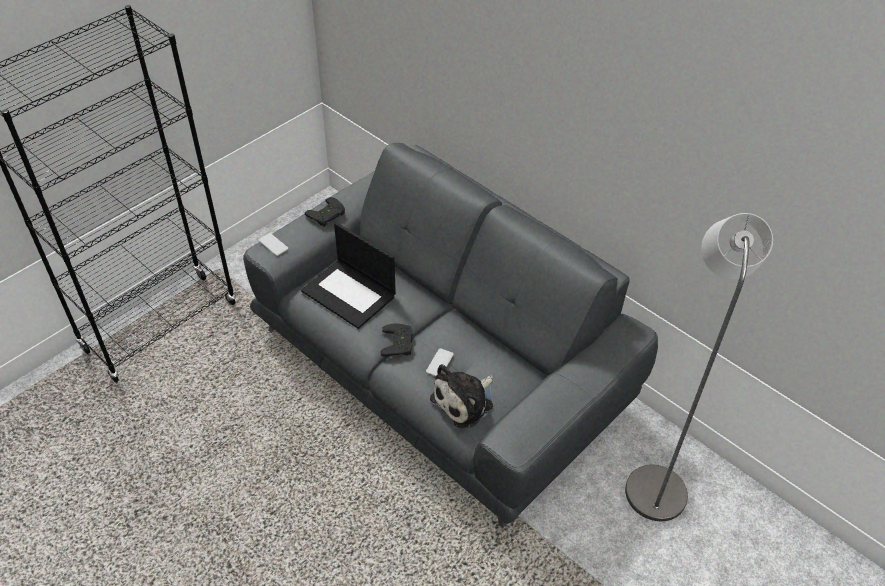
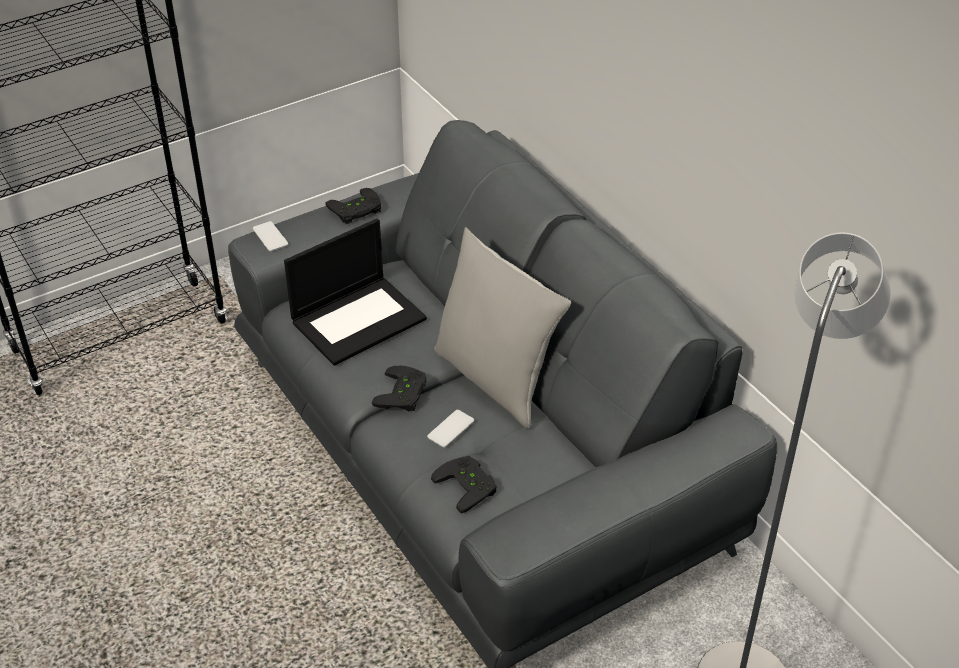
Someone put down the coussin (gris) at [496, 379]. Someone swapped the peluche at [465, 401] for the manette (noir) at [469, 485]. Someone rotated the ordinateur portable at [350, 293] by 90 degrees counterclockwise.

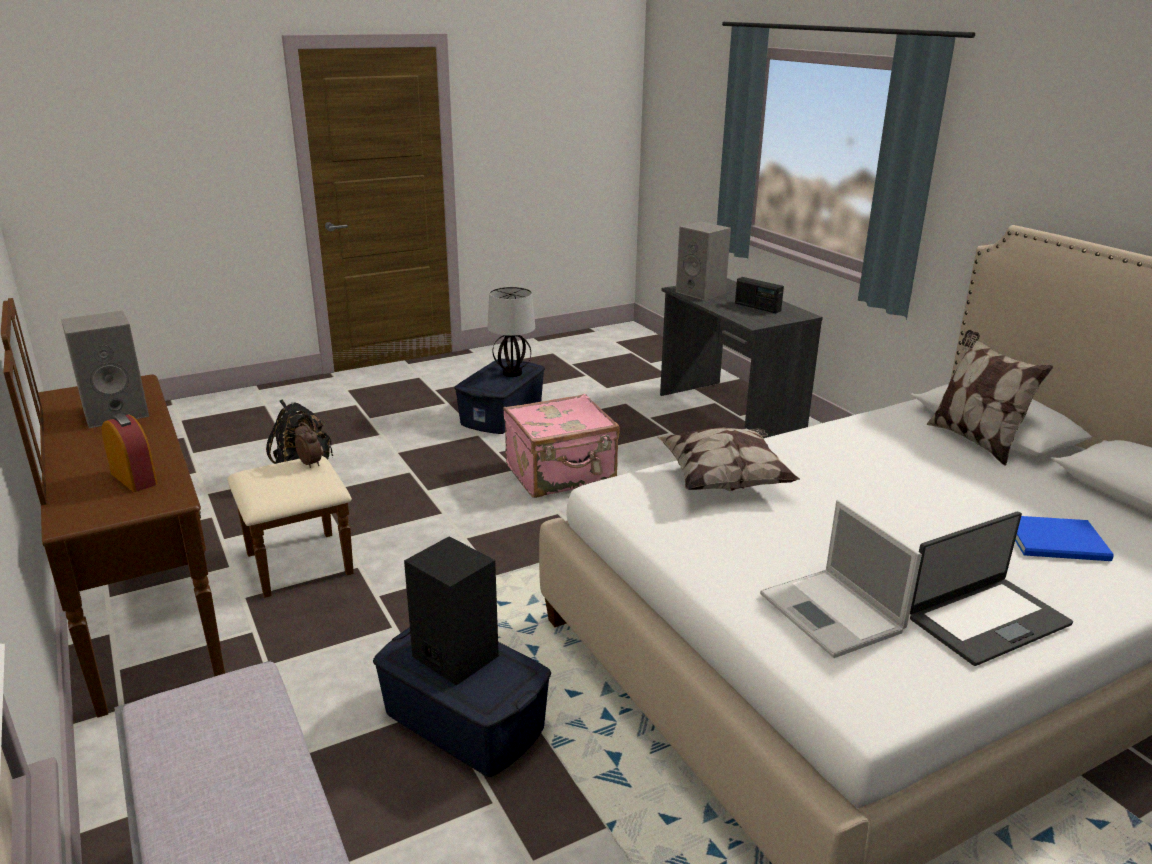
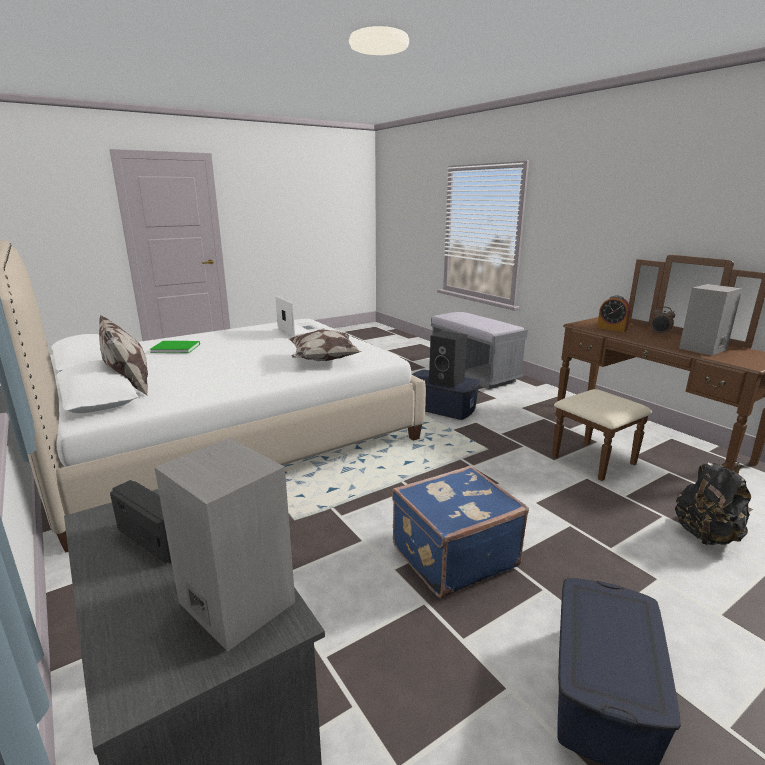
Someone took away the lampe de table at [512, 373]. Someone took away the ordinateur portable at [986, 620]. Someone carried the réveil from [310, 463] to [659, 334]. Someone repainted the valise (rose) at [561, 475], which became the valise (bleu) at [452, 555]. Someone repainted the livre (bleu) at [1059, 542], which became the livre (vert) at [175, 348].

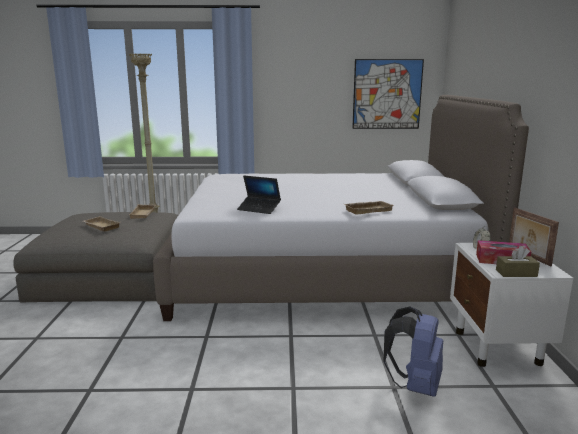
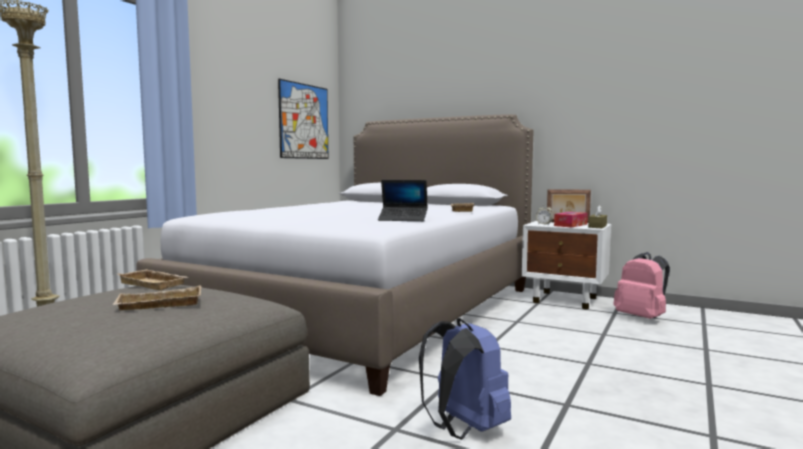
Someone put down the sac à dos (rose) at [642, 318]. Someone carried the sac à dos (bleu) from [415, 385] to [463, 429]. Someone rotated the ordinateur portable at [259, 209] by 45 degrees clockwise.

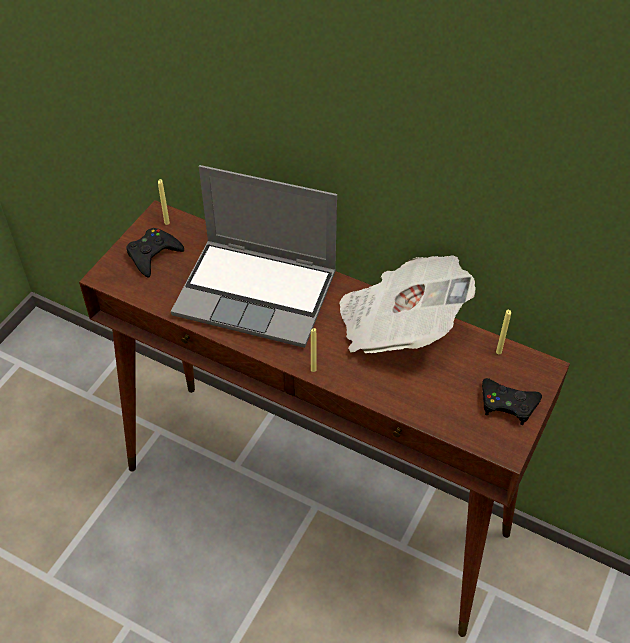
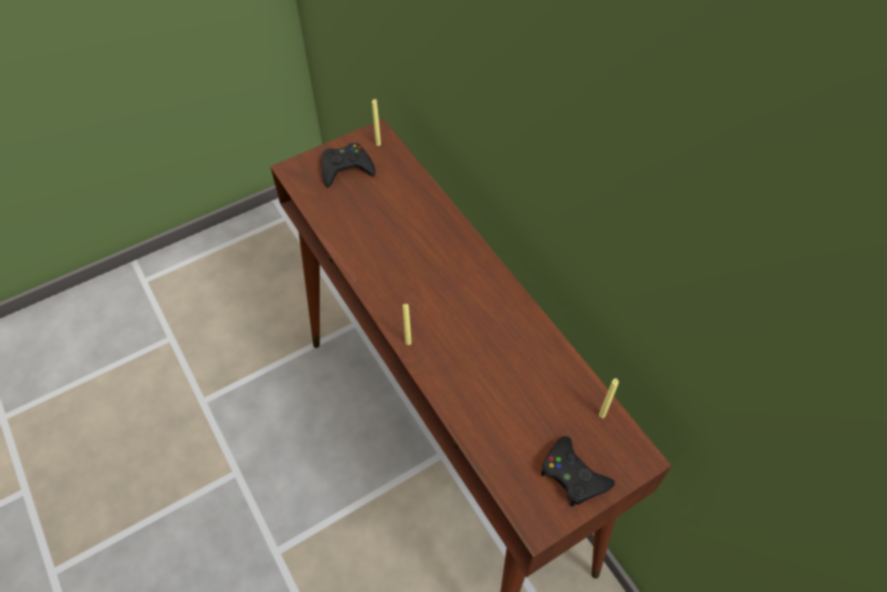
Someone took away the ordinateur portable at [258, 293]. Someone took away the journal at [398, 325].

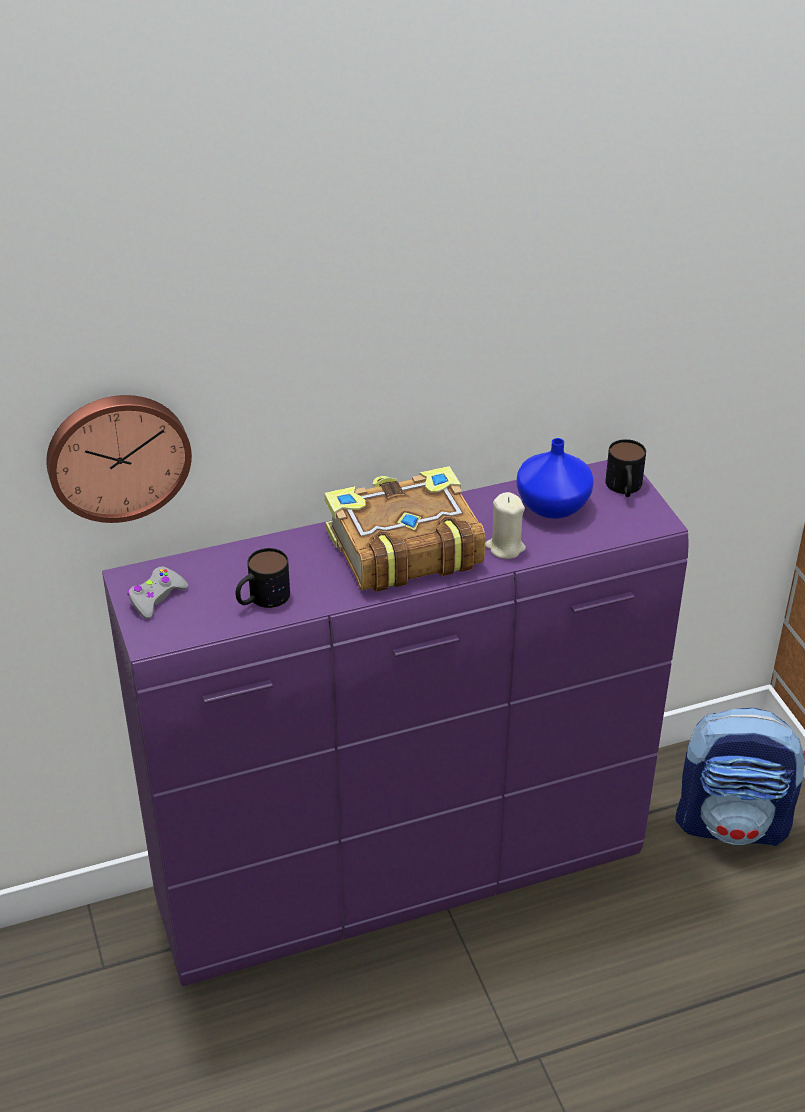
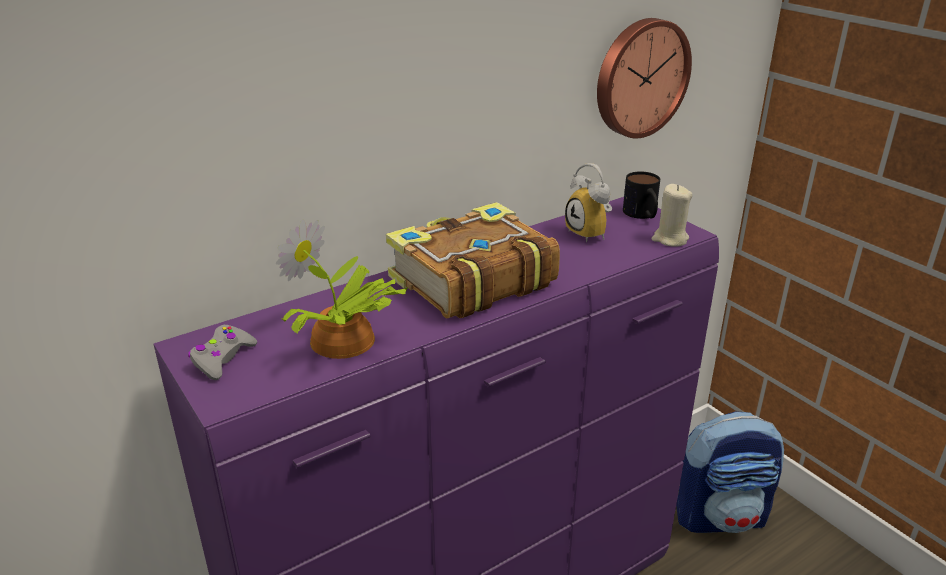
Someone carried the horloge murale from [118, 455] to [640, 77]. Someone carried the bougie (beige) from [505, 547] to [670, 239]. Someone swapped the mug at [262, 599] for the plante en pot at [343, 342]. Someone swapped the vase (bleu) at [554, 506] for the réveil at [592, 233].

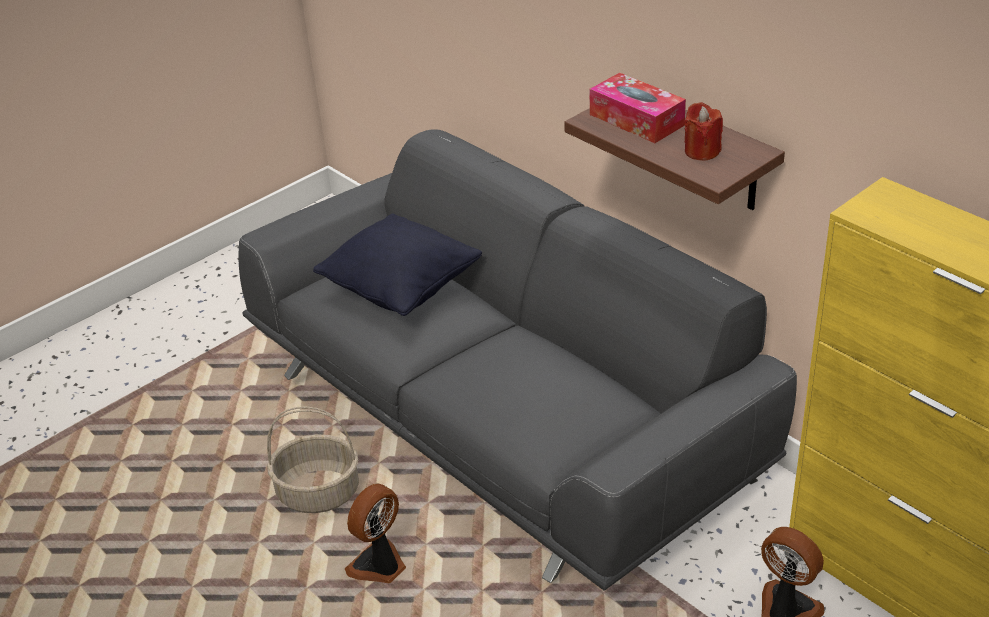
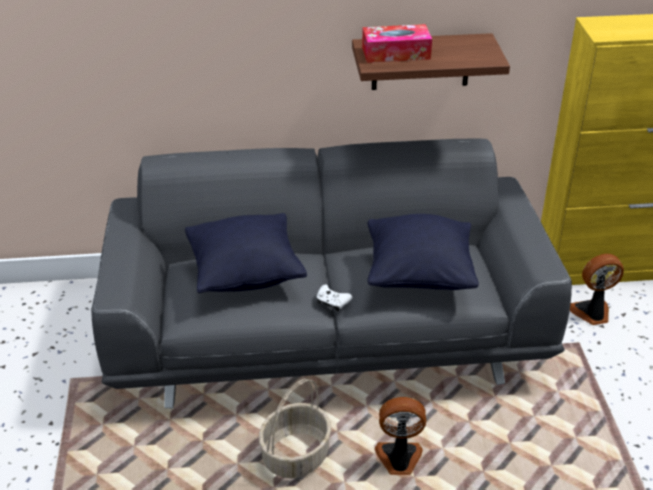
Someone took away the bougie (rouge) at [701, 151]. Someone put down the manette (blanc) at [332, 302]. Someone put down the coussin (noir) at [419, 275]. Someone rotated the ventilateur at [379, 565] by 105 degrees clockwise.

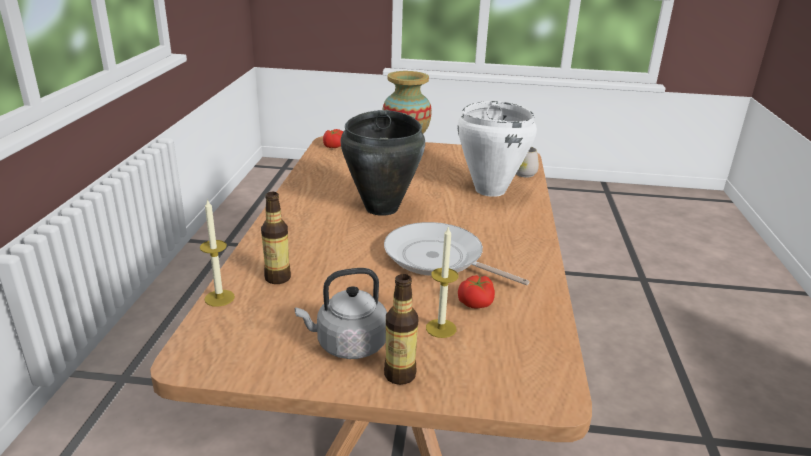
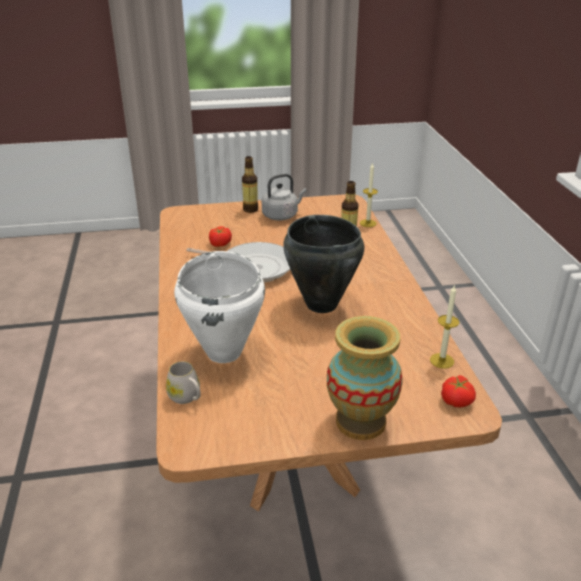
Someone carried the bougie from [441, 328] to [442, 360].

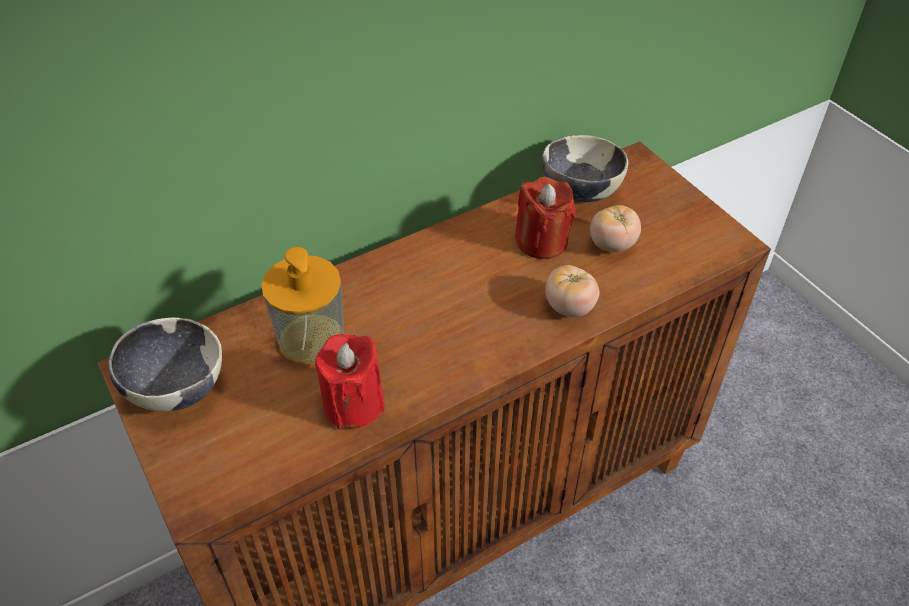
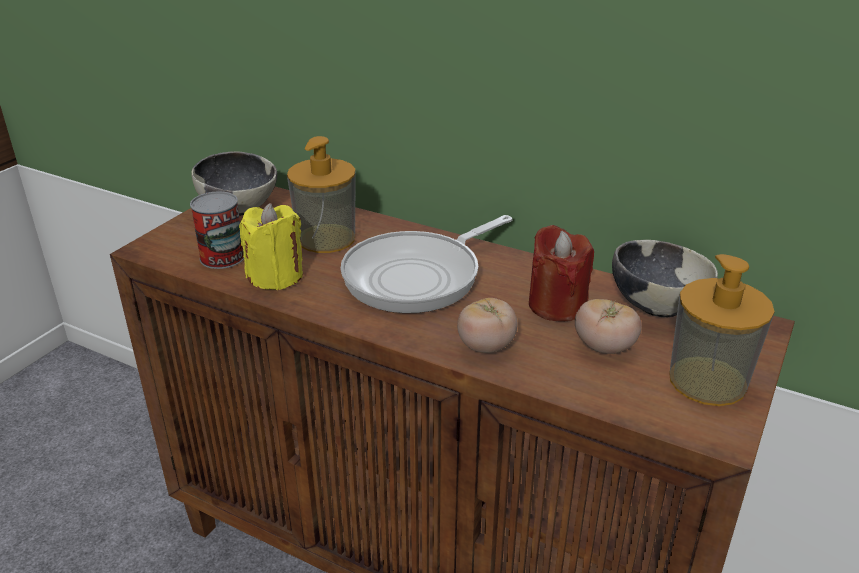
Someone put down the boîte métallique at [222, 257]. Someone put down the poêle at [418, 276]. Someone put down the distributeur de savon at [707, 381]. Someone repainted the bougie (rouge) at [353, 404], which became the bougie (jaune) at [276, 276].

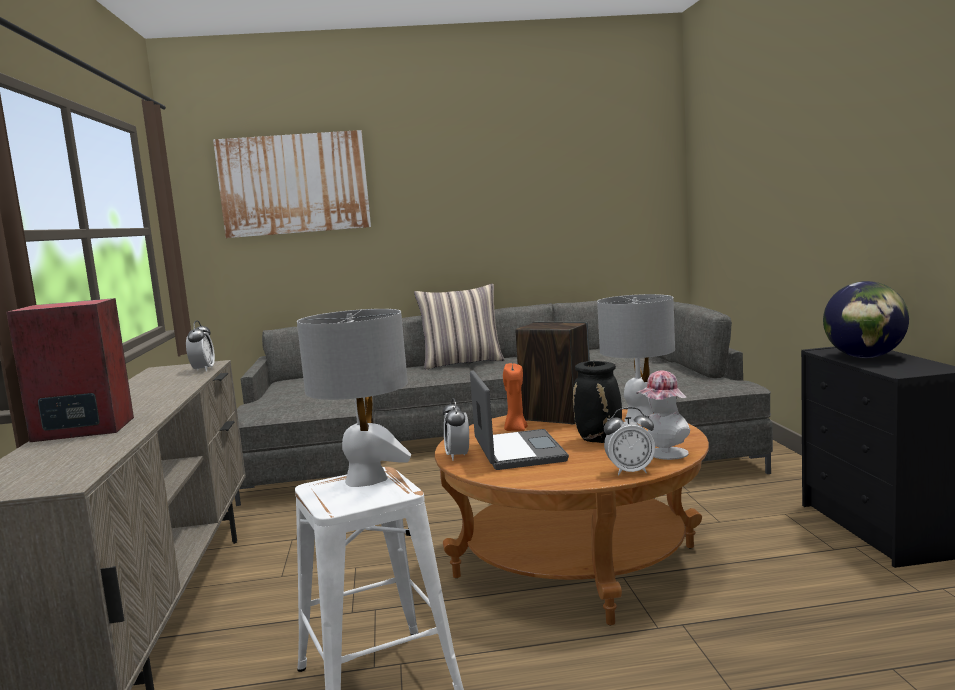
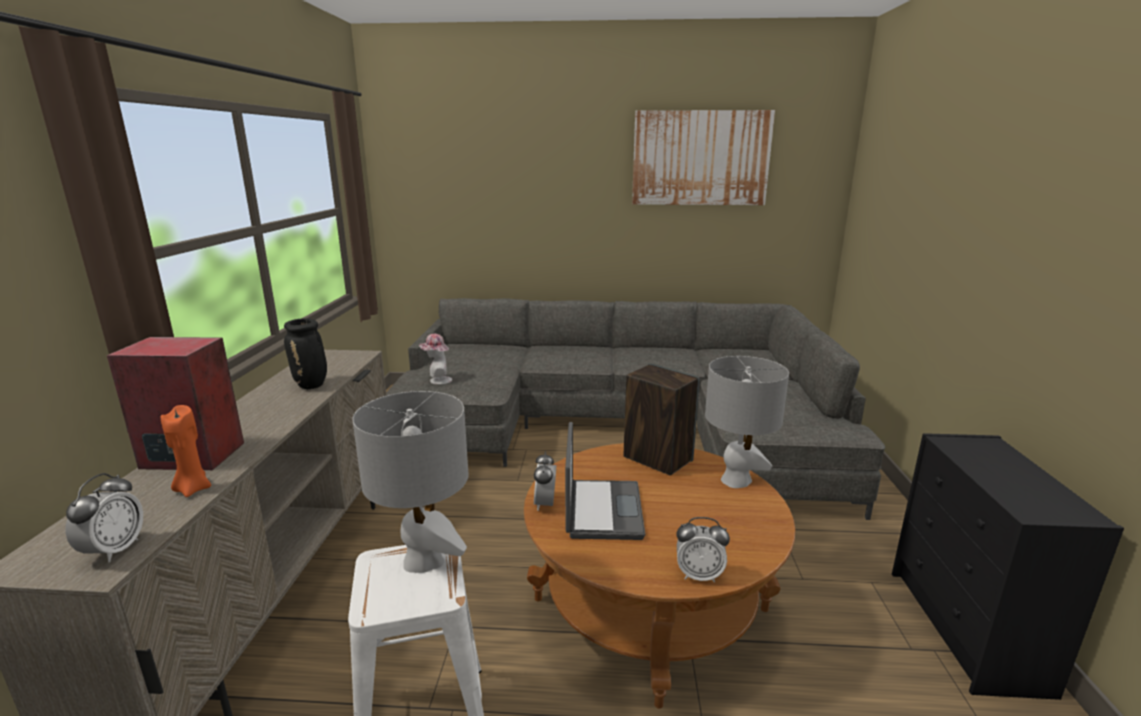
Someone took away the coussin at [462, 363]. Someone took away the globe at [865, 357]. Someone carried the réveil from [203, 370] to [114, 550]. Someone carried the tableau from [294, 184] to [700, 158]. Someone carried the bougie (orange) from [515, 429] to [193, 489]. Someone carried the vase (noir) from [600, 440] to [312, 385]. Someone carried the chapeau from [664, 454] to [437, 380].

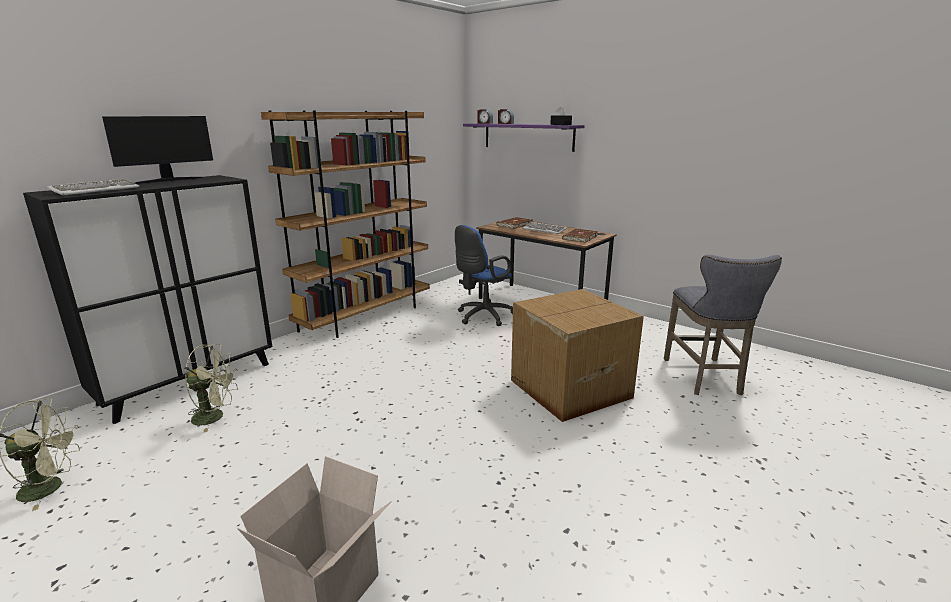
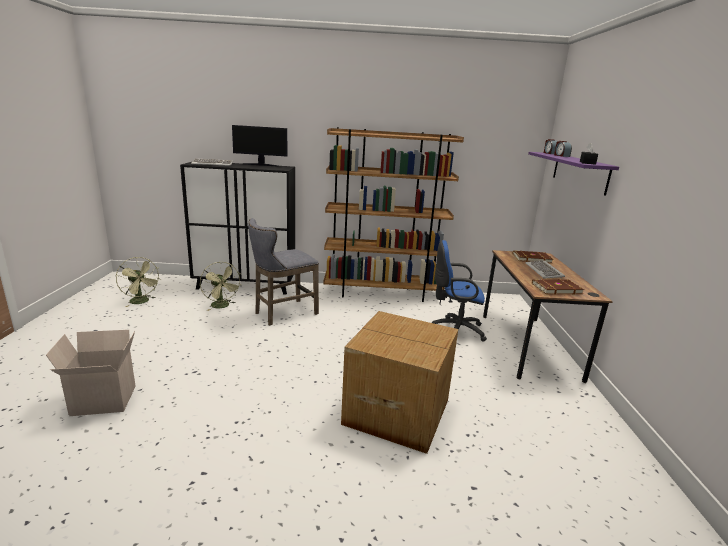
Someone carried the tabouret (gris) from [705, 378] to [282, 313].

